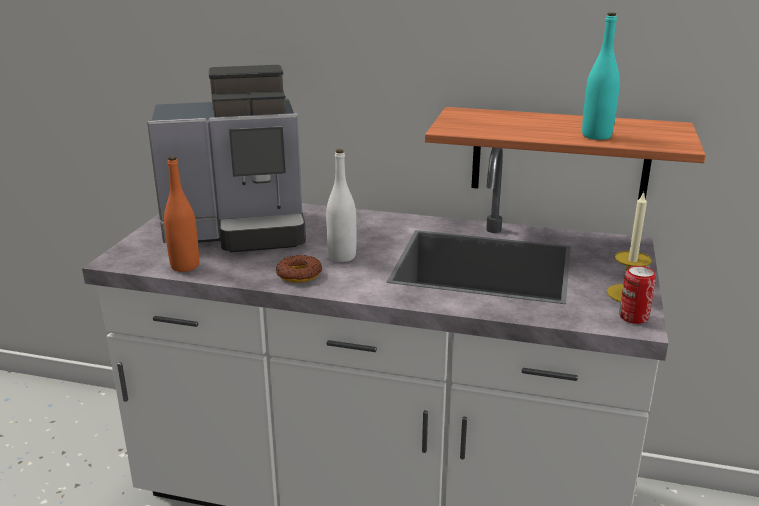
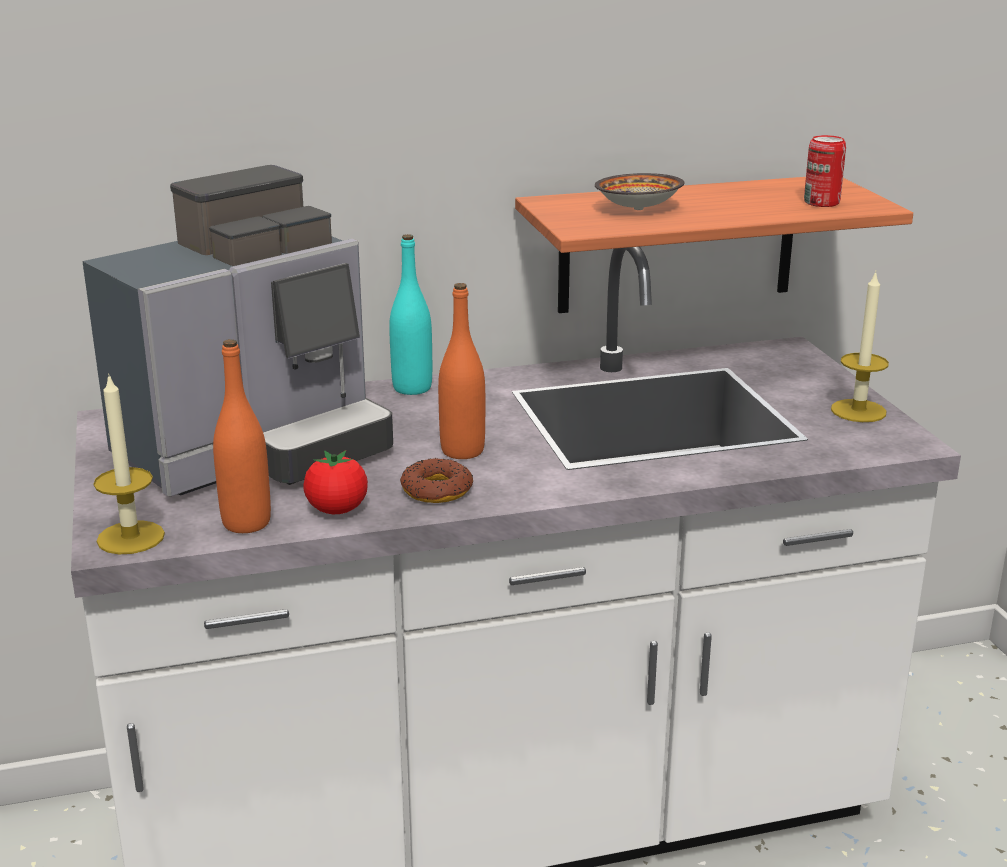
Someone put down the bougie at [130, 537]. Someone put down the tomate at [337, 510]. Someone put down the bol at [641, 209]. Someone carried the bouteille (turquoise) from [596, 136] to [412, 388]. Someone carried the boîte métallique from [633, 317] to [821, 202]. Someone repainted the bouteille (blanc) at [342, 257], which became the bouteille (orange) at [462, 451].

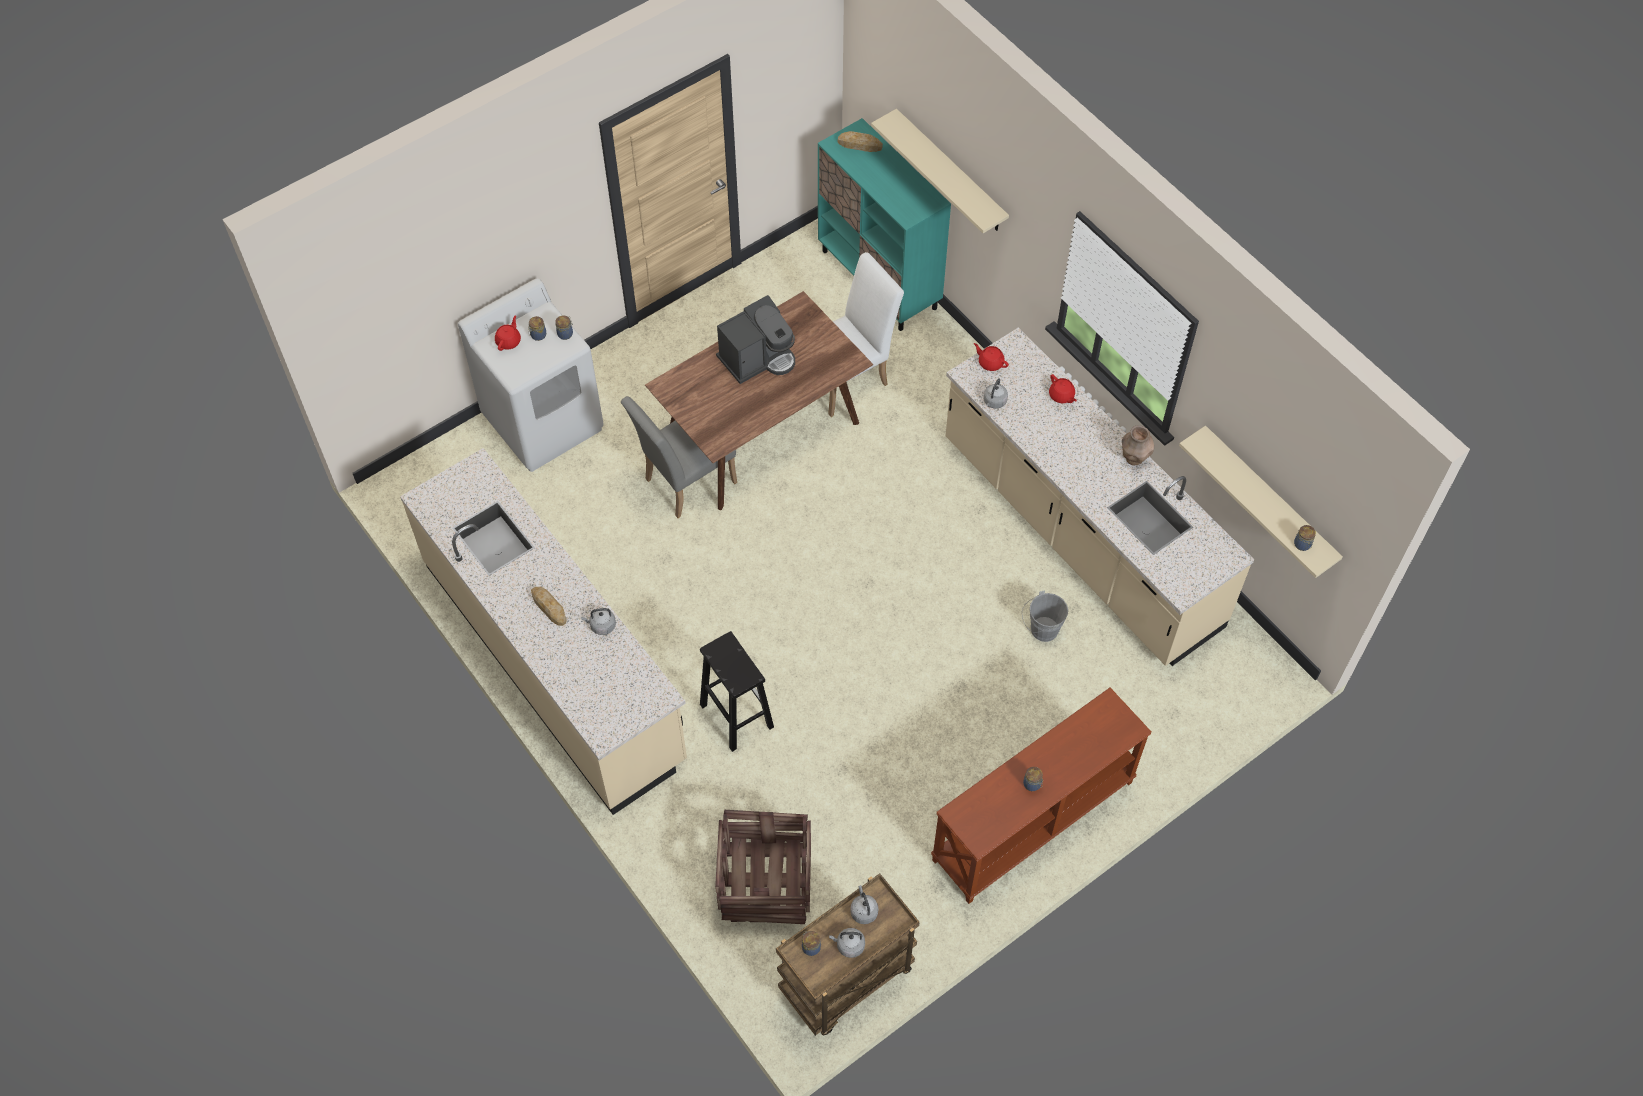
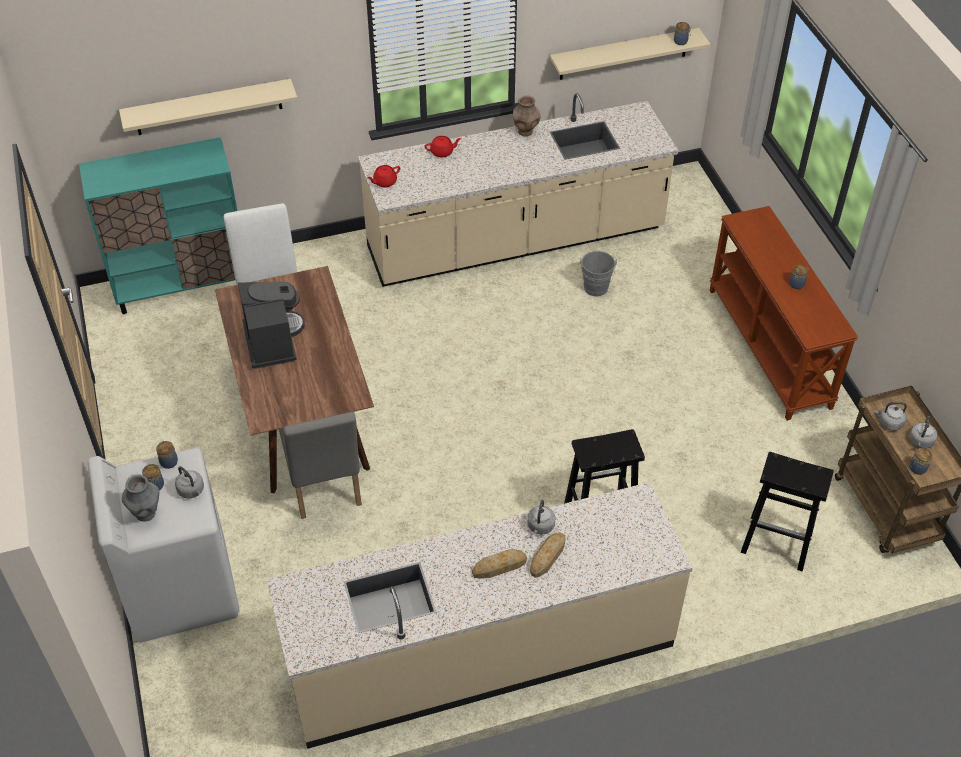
Someone carried the pain from [859, 145] to [548, 556]. Someone carried the bouilloire (gris) from [994, 402] to [192, 491]. Someone swapped the théière (rouge) at [509, 341] for the vase (gris) at [146, 514]. Someone swapped the caisse at [765, 882] for the tabouret (noir) at [778, 543].

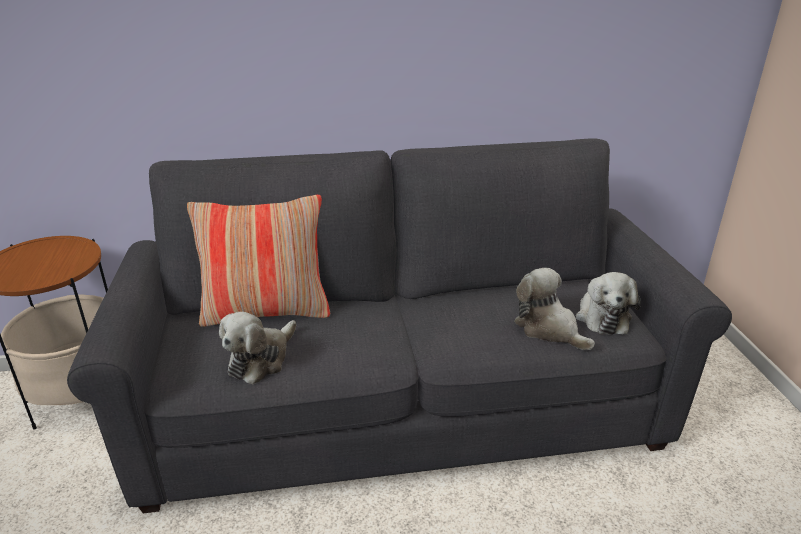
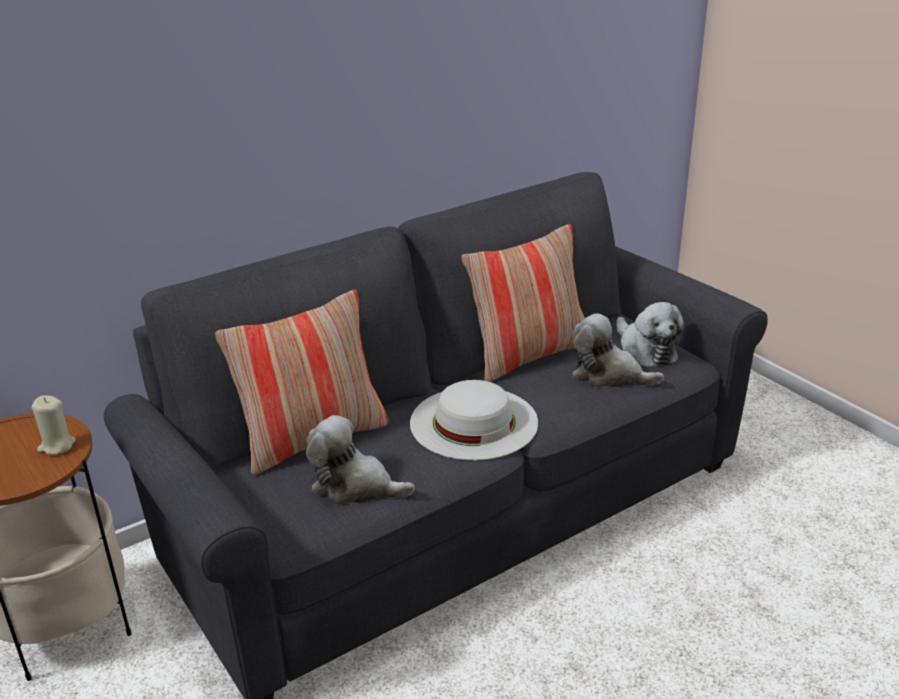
Someone put down the bougie (beige) at [57, 446]. Someone put down the chapeau (blanc) at [473, 422]. Someone put down the coussin at [529, 355]. Someone rotated the peluche at [261, 359] by 105 degrees clockwise.

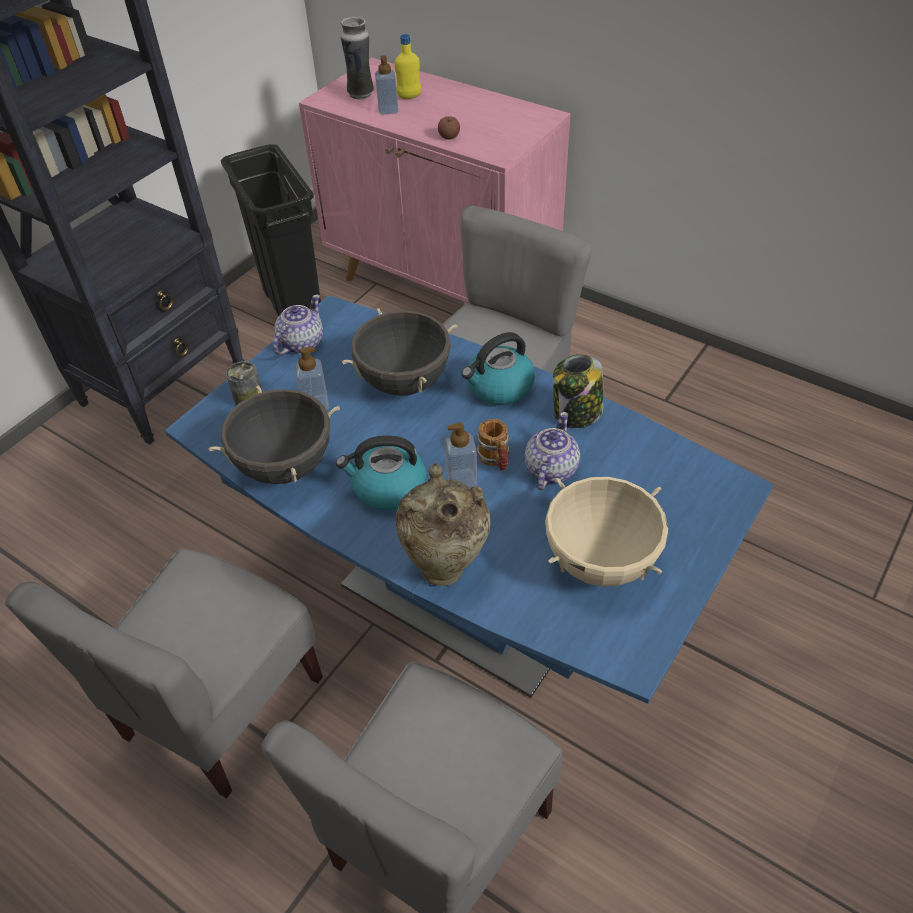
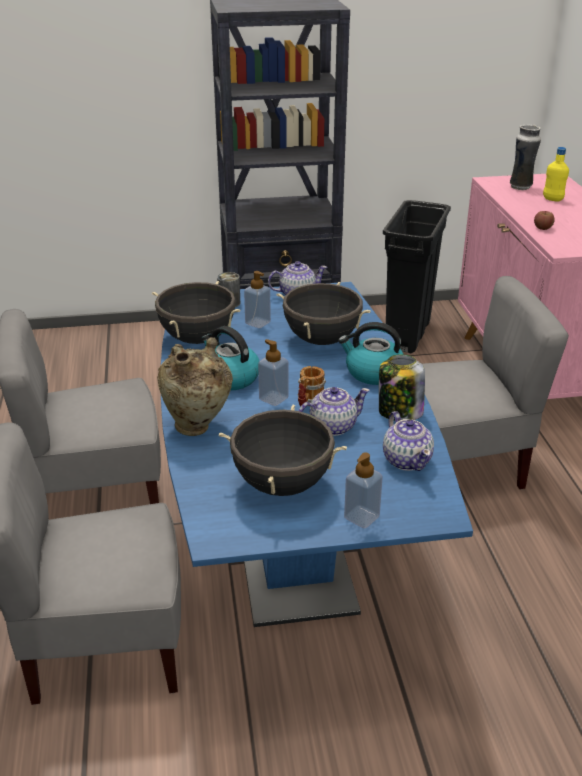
Someone put down the théière at [407, 460]. Someone carried the distributeur de savon from [388, 110] to [361, 517]. Someone repainted the marmite (beige) at [601, 561], which became the marmite (noir) at [282, 484].

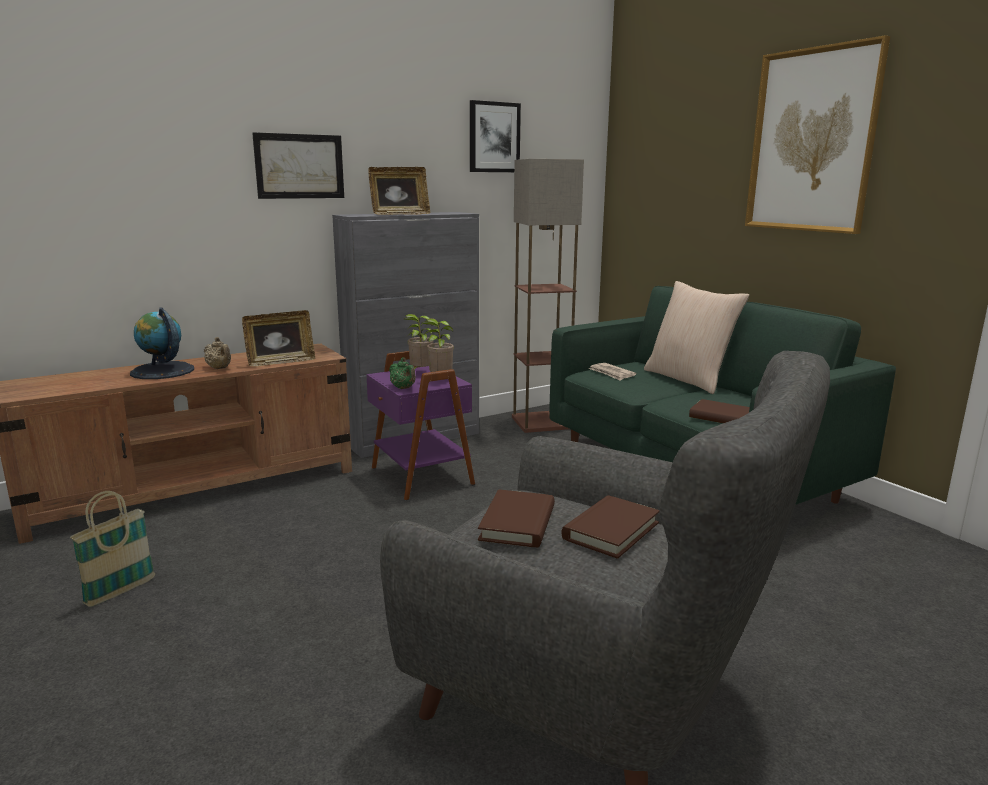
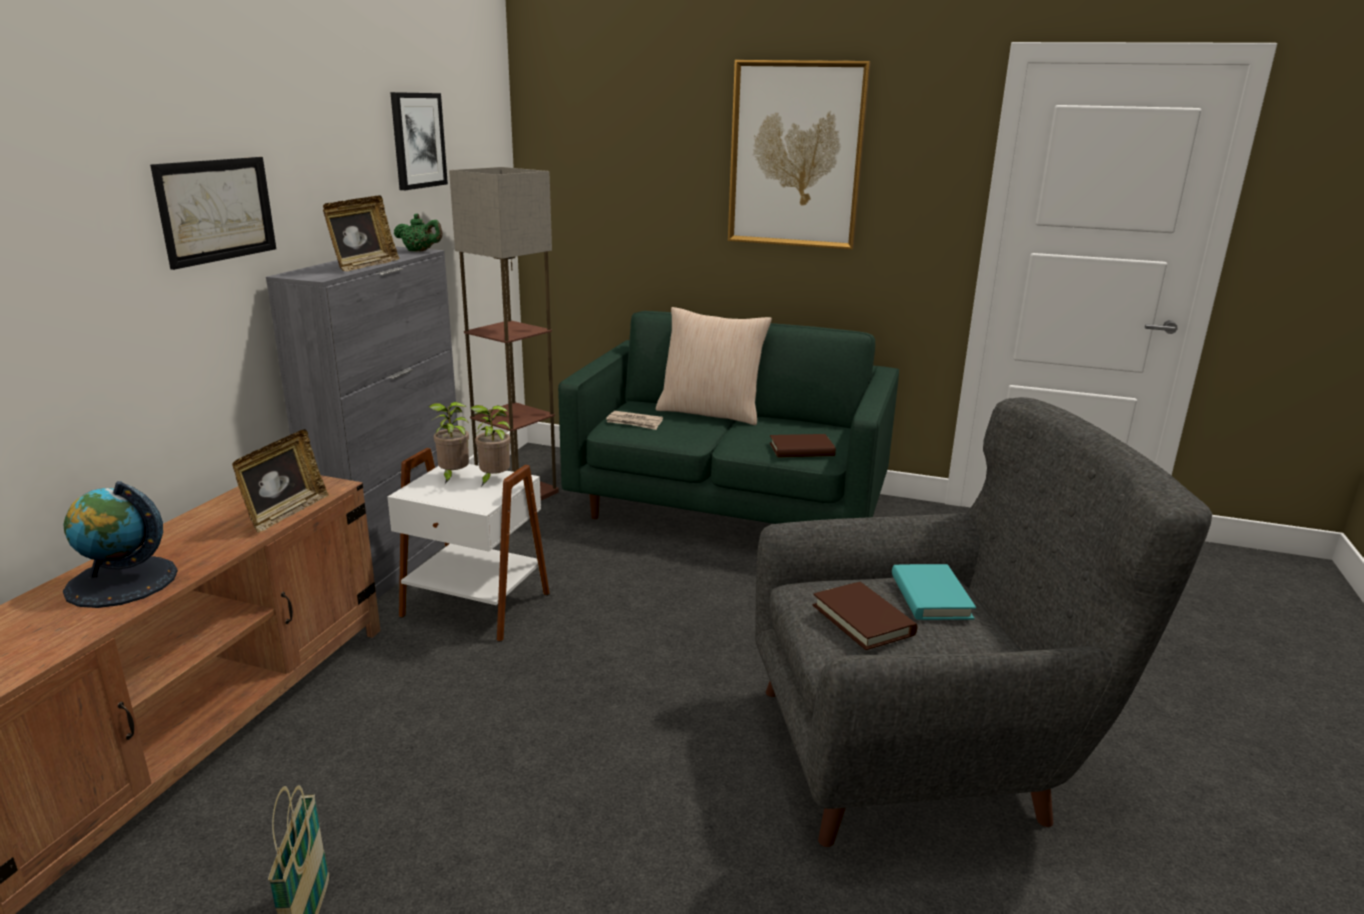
Someone took away the théière (beige) at [220, 368]. Someone carried the théière (vert) from [403, 388] to [420, 251]. Someone repainted the table d'appoint (violet) at [419, 476], which became the table d'appoint (blanc) at [474, 606]. Someone repainted the livre (marron) at [611, 530], which became the livre (turquoise) at [930, 597].

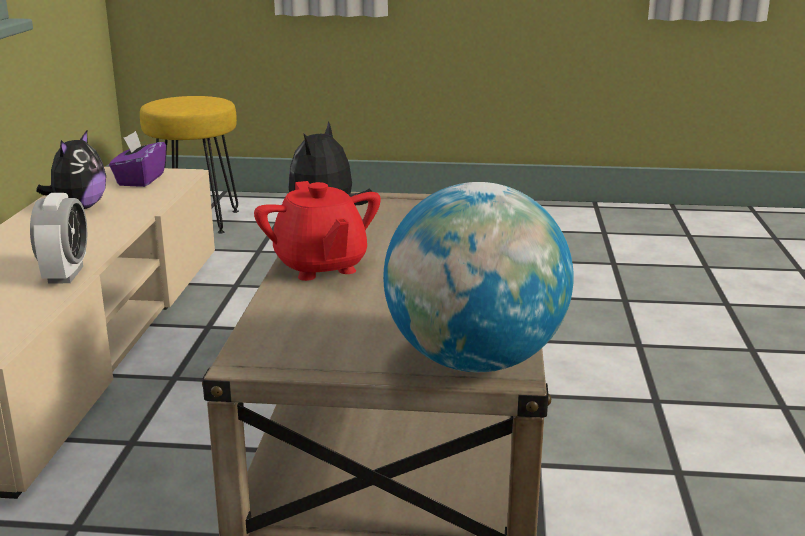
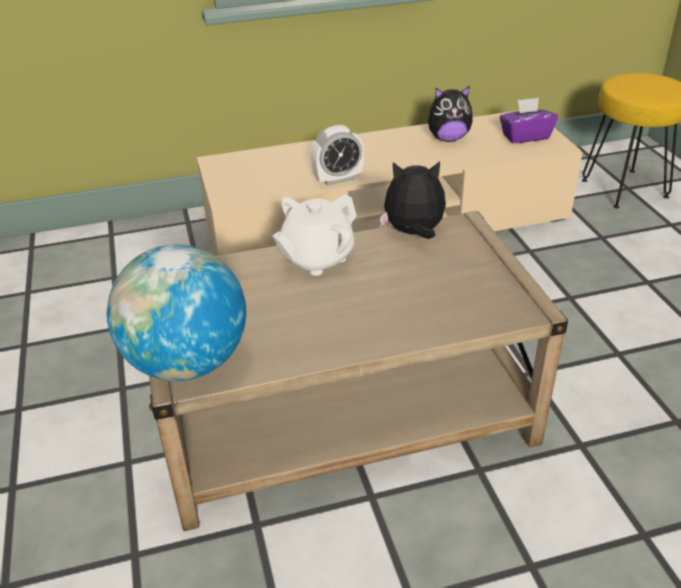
Someone repainted the théière (rouge) at [320, 267], which became the théière (blanc) at [316, 259].

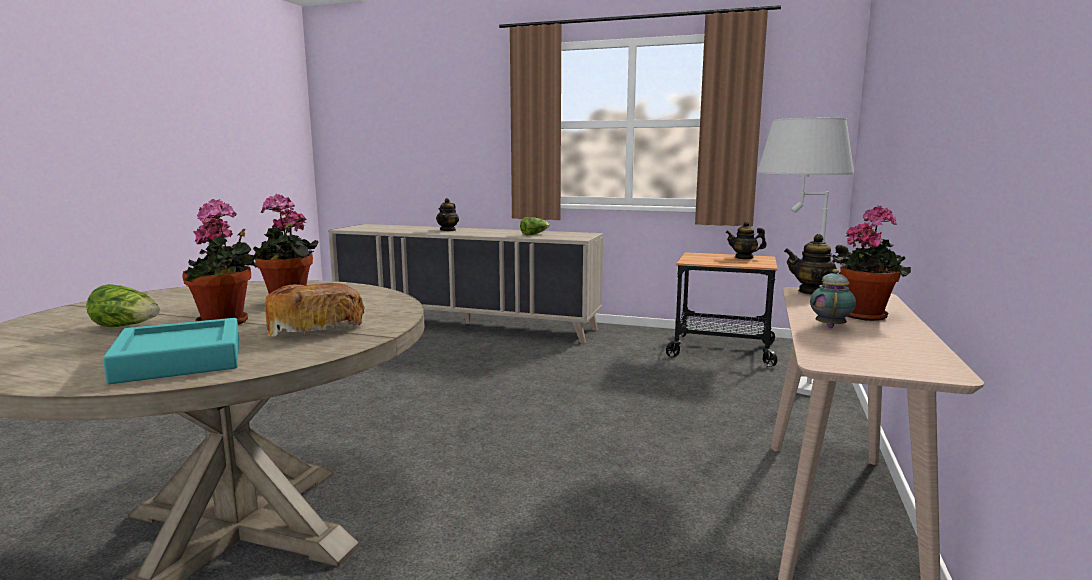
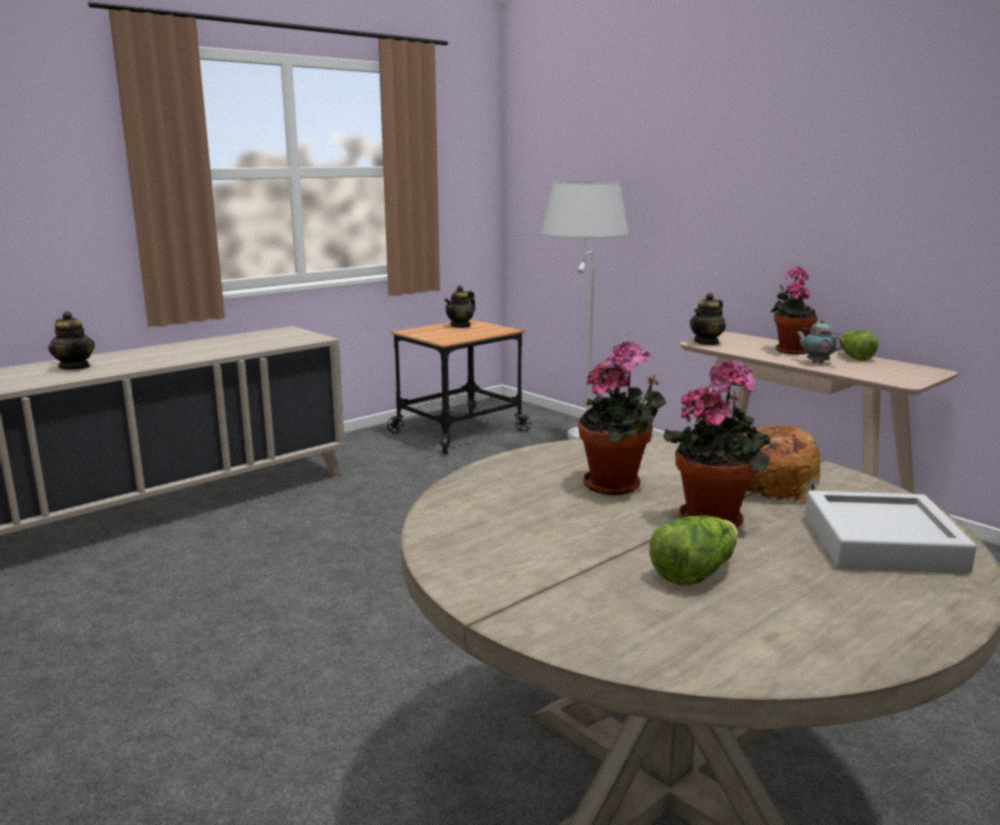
Someone carried the laitue from [534, 234] to [854, 357]. Someone repainted the plateau (turquoise) at [180, 360], which became the plateau (gris) at [881, 543].

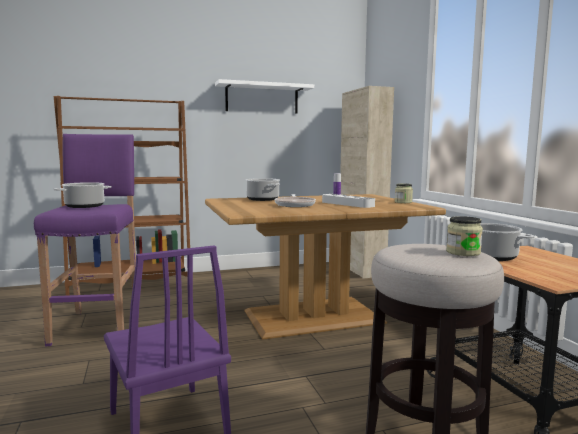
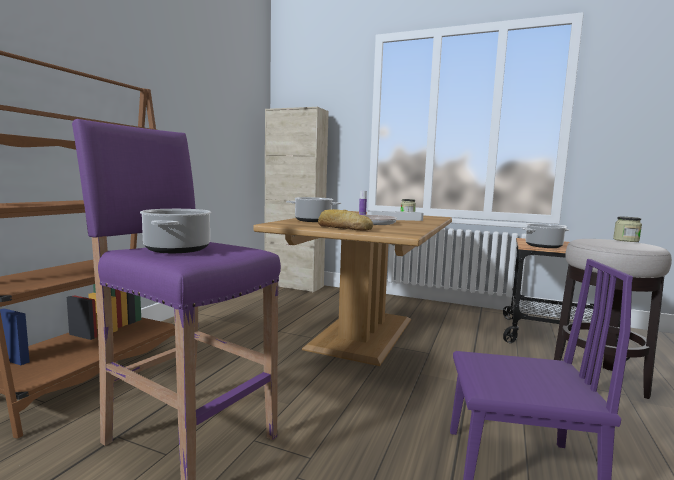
Someone took away the étagère (blanc) at [262, 98]. Someone put down the pain at [343, 228].

